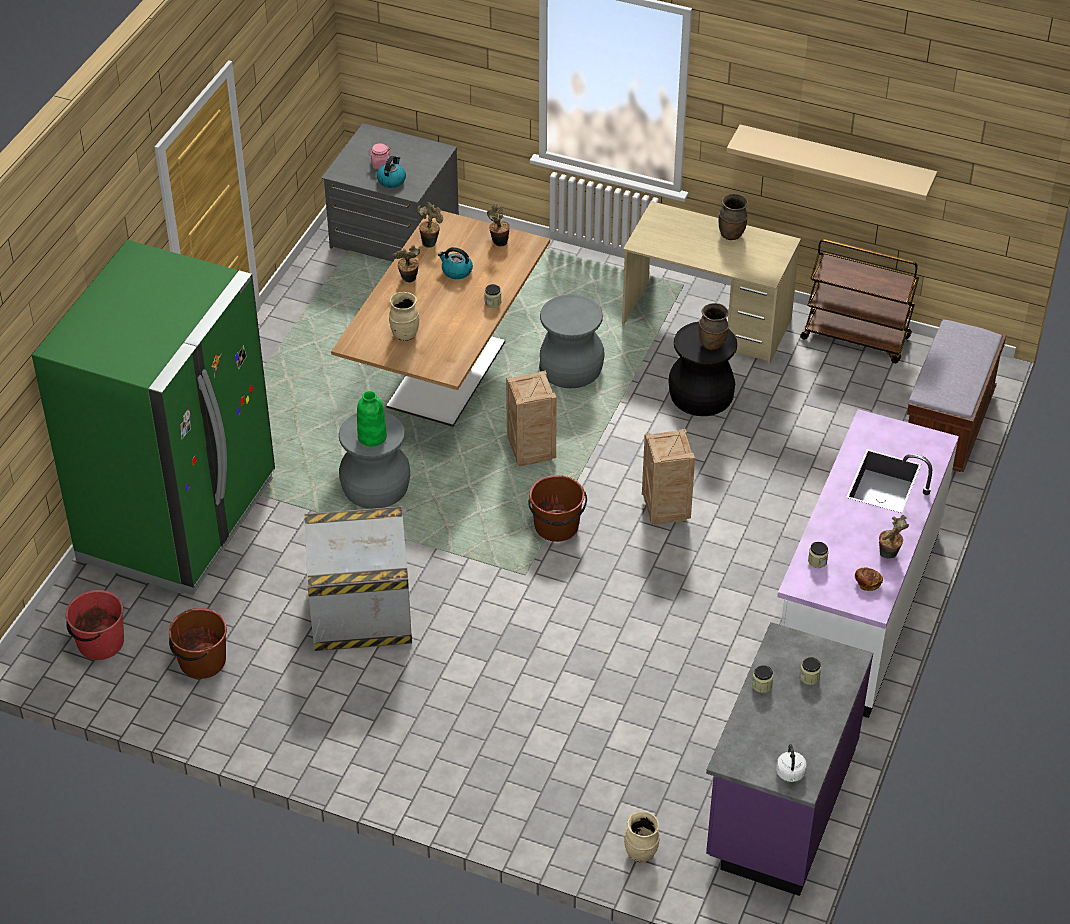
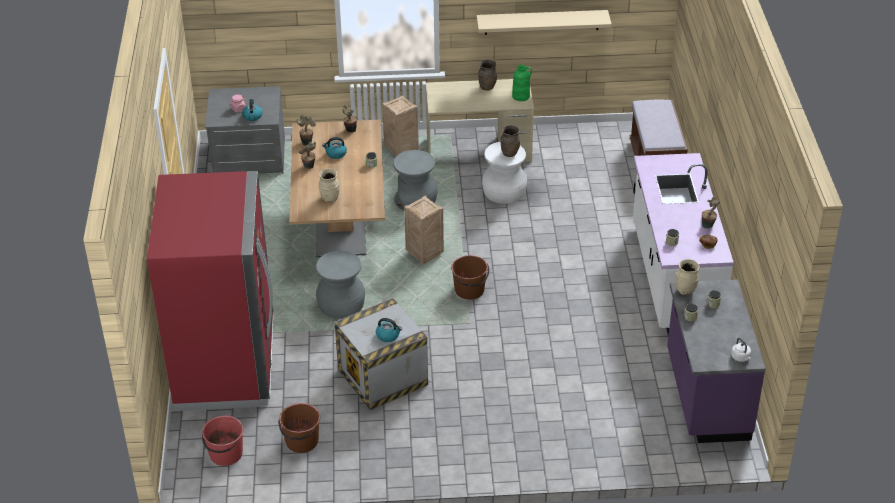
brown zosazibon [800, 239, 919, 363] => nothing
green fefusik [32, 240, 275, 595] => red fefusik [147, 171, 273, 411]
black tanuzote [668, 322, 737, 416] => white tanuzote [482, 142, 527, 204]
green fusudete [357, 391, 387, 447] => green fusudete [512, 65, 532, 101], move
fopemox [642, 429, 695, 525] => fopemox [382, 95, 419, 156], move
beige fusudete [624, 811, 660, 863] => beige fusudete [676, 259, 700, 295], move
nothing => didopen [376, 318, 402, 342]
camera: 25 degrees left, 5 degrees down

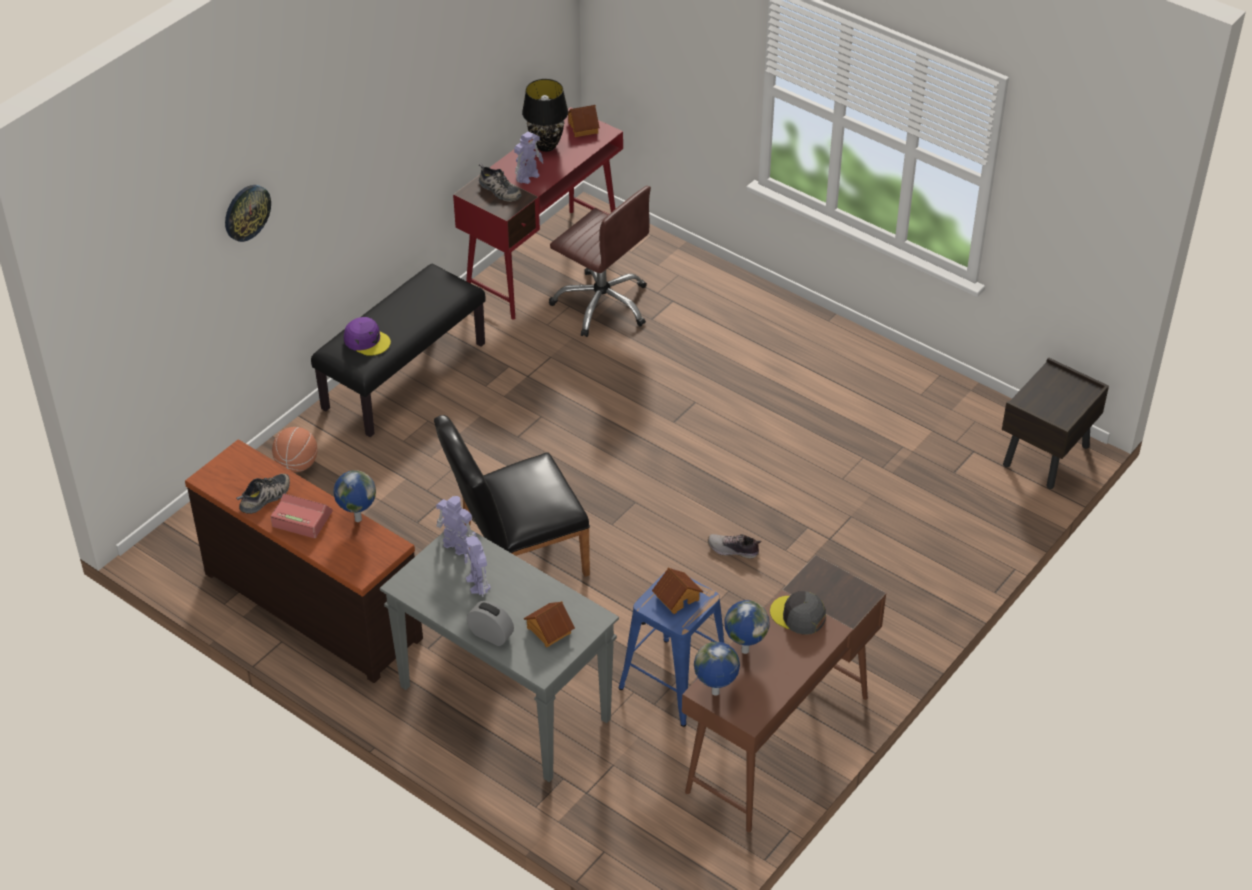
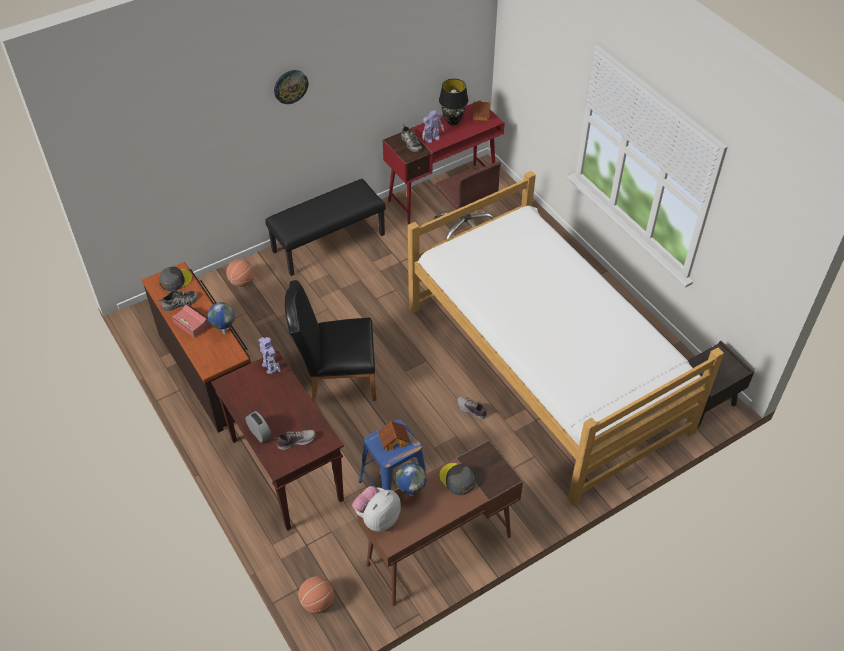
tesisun [225, 185, 271, 242] => tesisun [274, 70, 308, 104], move
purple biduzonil [344, 317, 391, 356] => nothing
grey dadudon [380, 530, 619, 782] => brown dadudon [211, 351, 344, 531]
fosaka [464, 536, 491, 597] => nothing
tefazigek [524, 601, 575, 648] => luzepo [274, 430, 316, 450]
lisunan [694, 642, 740, 696] => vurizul [352, 486, 401, 532]
nothing => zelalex [408, 171, 724, 505]
nothing => grey biduzonil [159, 267, 192, 292]
nothing => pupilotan [298, 576, 334, 613]
camera: 20 degrees right, 5 degrees up

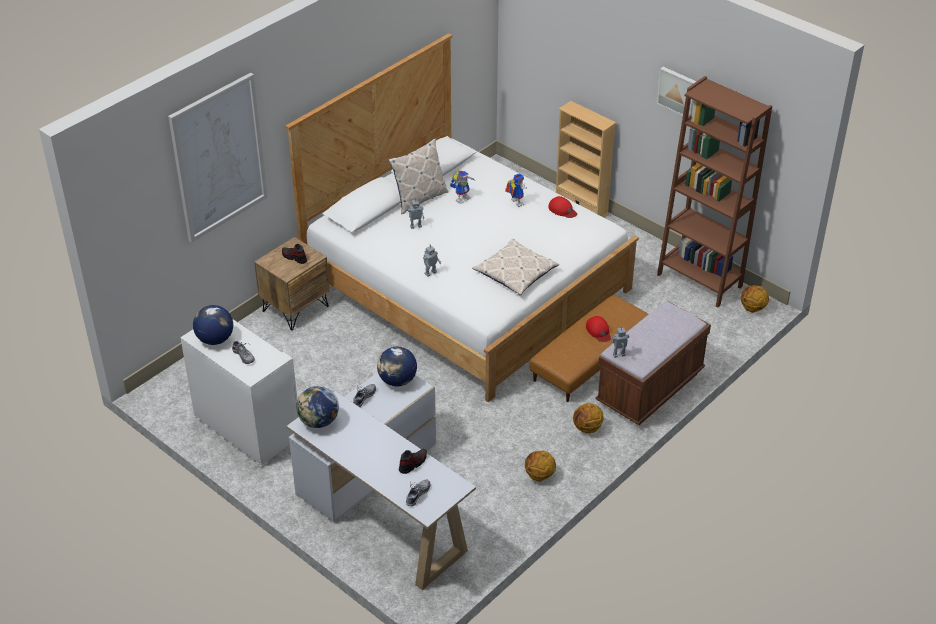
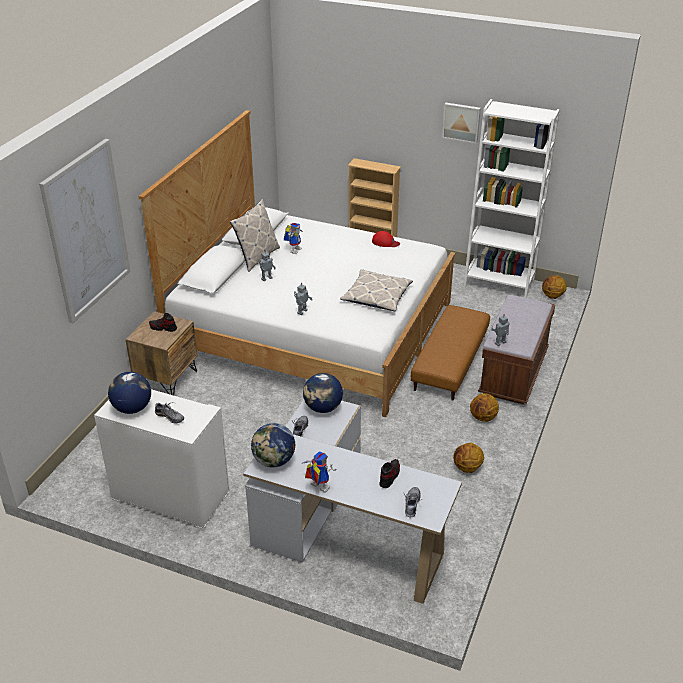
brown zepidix [657, 76, 772, 308] => white zepidix [463, 99, 560, 298]
fosaka [505, 173, 527, 207] => fosaka [301, 451, 336, 493], move
red biduzonil [586, 316, 611, 342] => nothing
camera: 20 degrees left, 5 degrees down

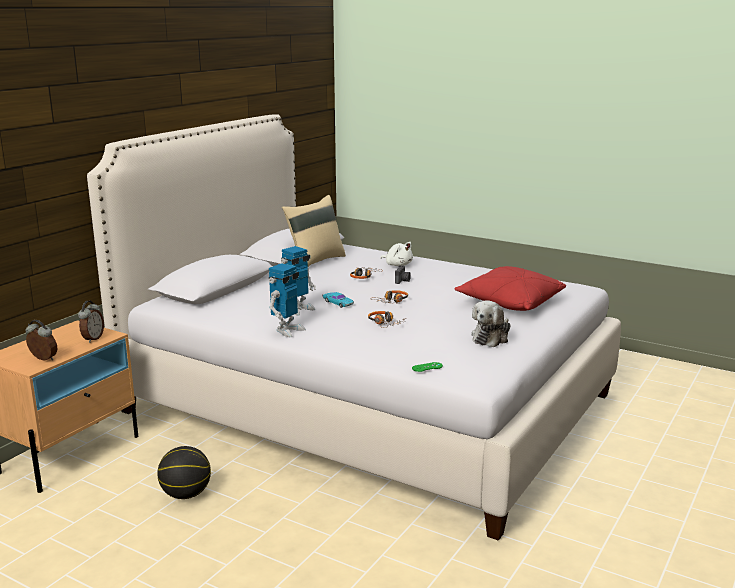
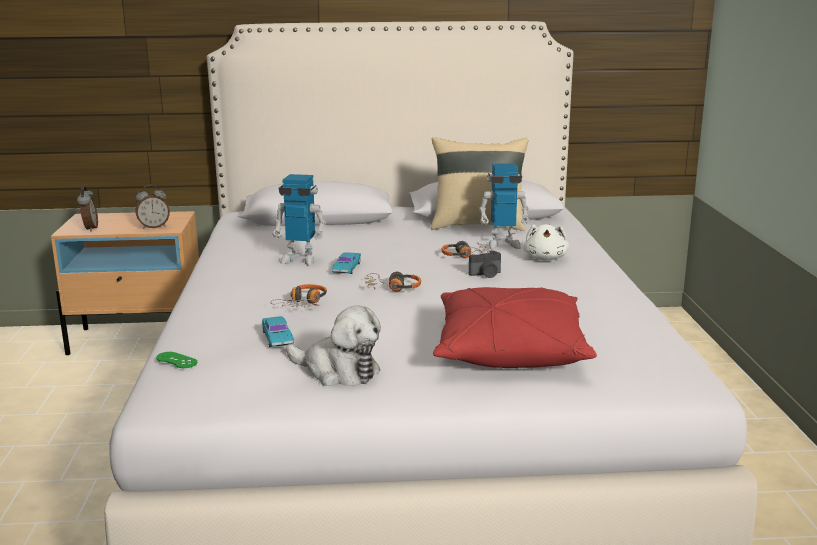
fosaka [269, 263, 306, 337] => fosaka [479, 163, 530, 249], move
vurizul [471, 300, 511, 347] => vurizul [286, 305, 381, 386], 150 degrees counterclockwise
pupilotan [157, 446, 211, 499] => nothing
nothing => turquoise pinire [262, 316, 294, 347]
camera: 55 degrees right, 0 degrees up

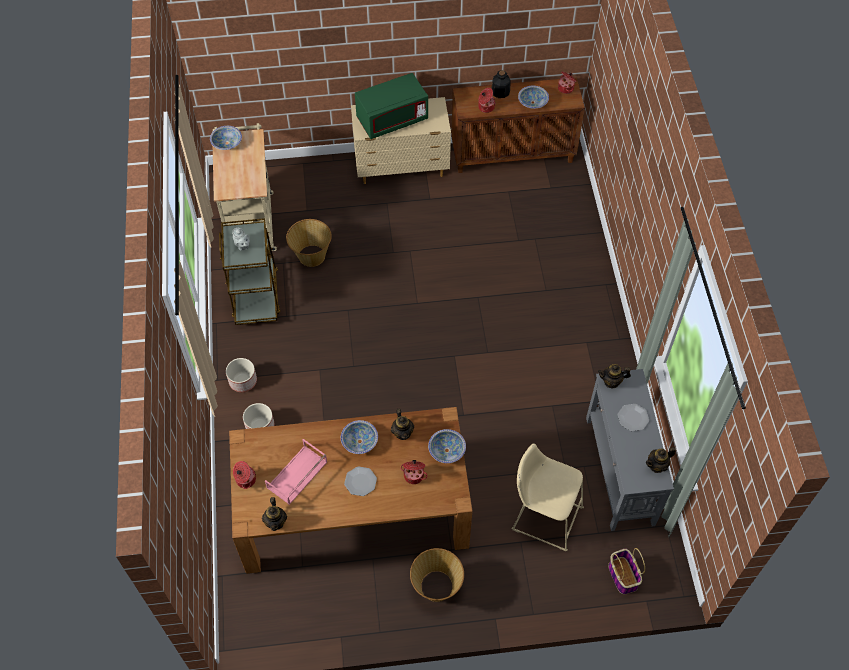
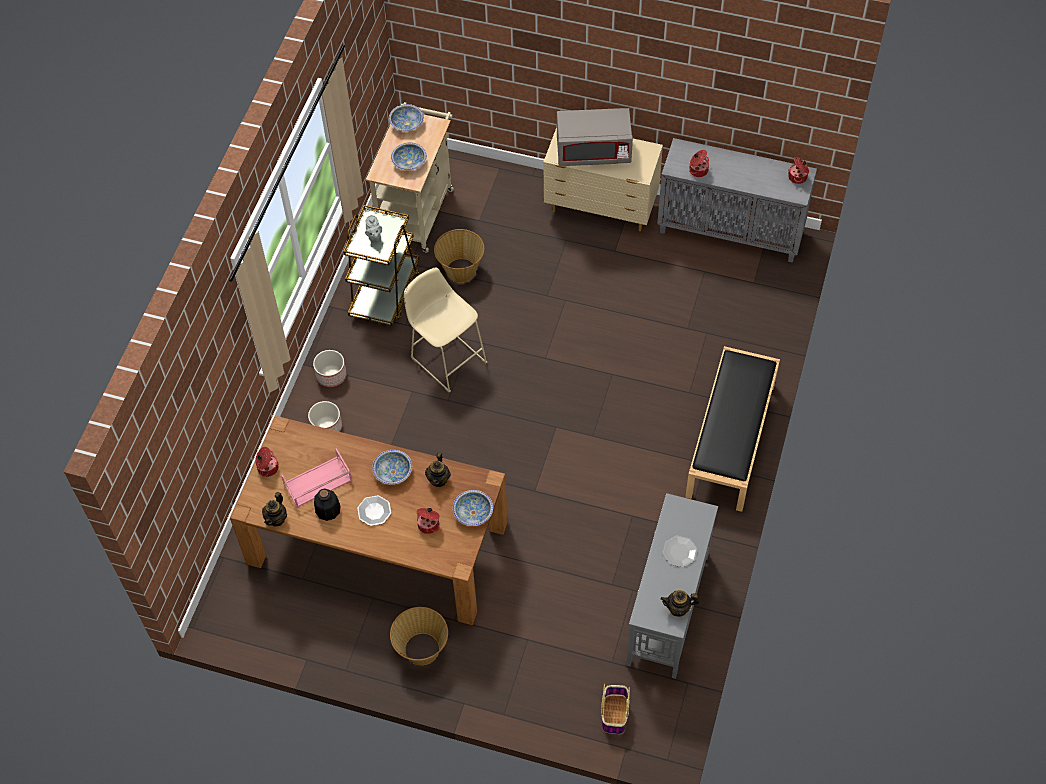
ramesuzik [491, 70, 510, 98] => ramesuzik [314, 488, 340, 521], move
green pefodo [355, 73, 428, 139] => grey pefodo [557, 108, 633, 166]
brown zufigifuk [451, 78, 585, 173] => grey zufigifuk [657, 138, 817, 263]
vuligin [518, 86, 549, 109] => vuligin [391, 142, 427, 170], move
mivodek [598, 364, 631, 388] => nothing
beige tanuzote [512, 444, 584, 551] => beige tanuzote [404, 267, 487, 392], move
nothing => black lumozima [685, 346, 780, 512]
camera: 25 degrees right, 0 degrees up

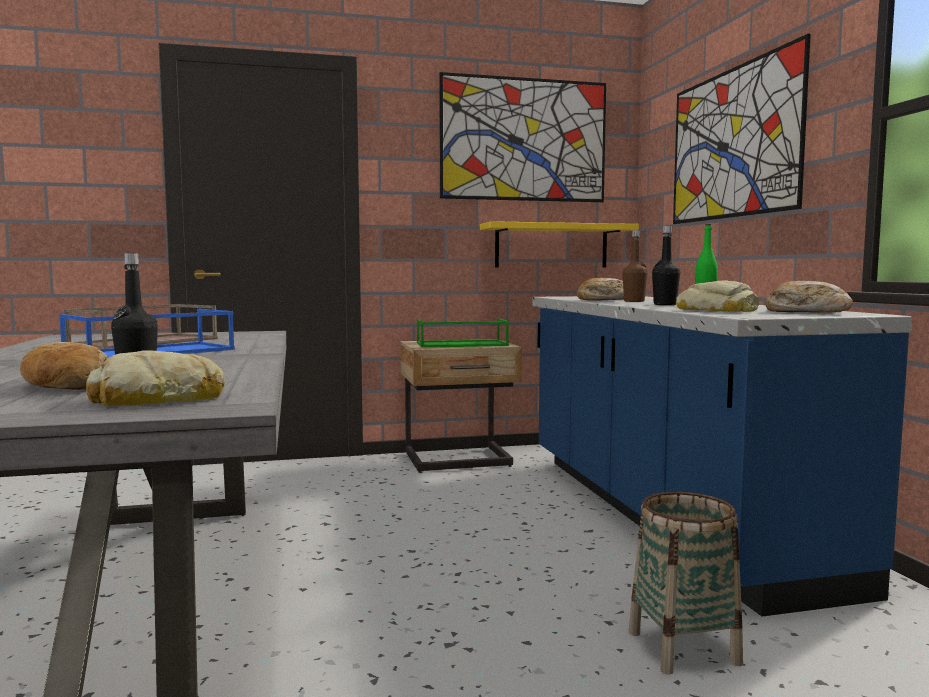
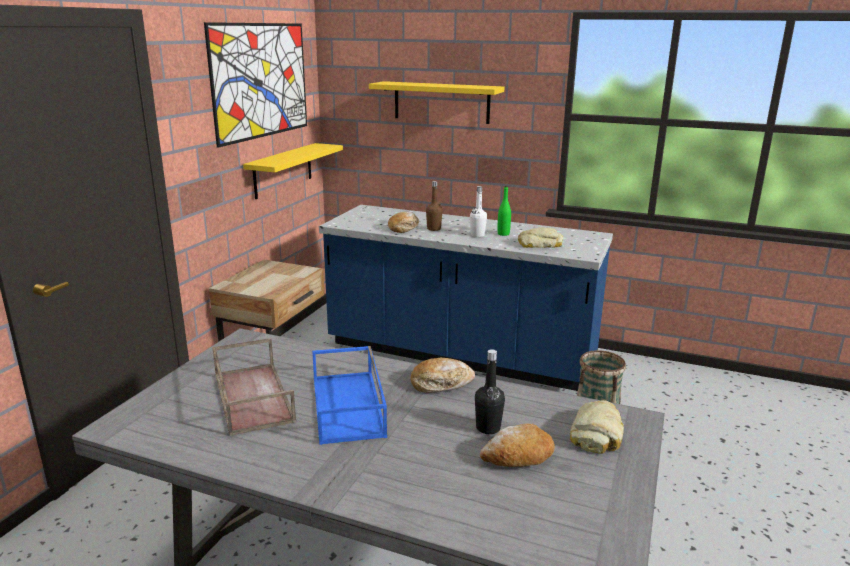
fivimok [673, 34, 811, 224] => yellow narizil [369, 81, 505, 124]
black ramesuzik [652, 226, 680, 305] => white ramesuzik [470, 186, 487, 237]
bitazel [765, 281, 853, 313] => bitazel [410, 358, 475, 393], move
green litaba [417, 318, 509, 348] => nothing
camera: 55 degrees left, 15 degrees up

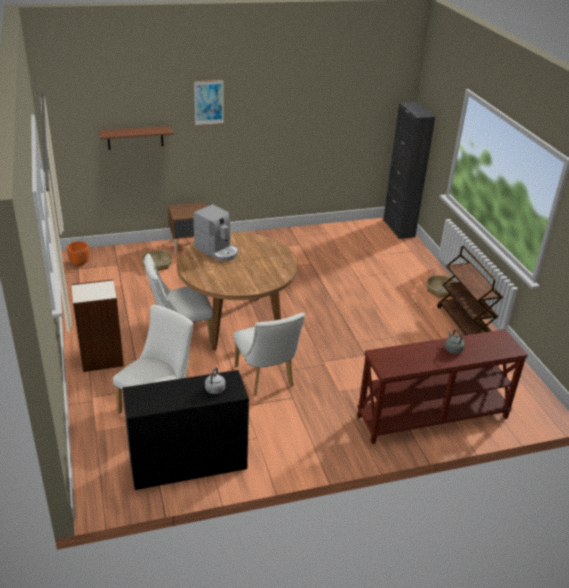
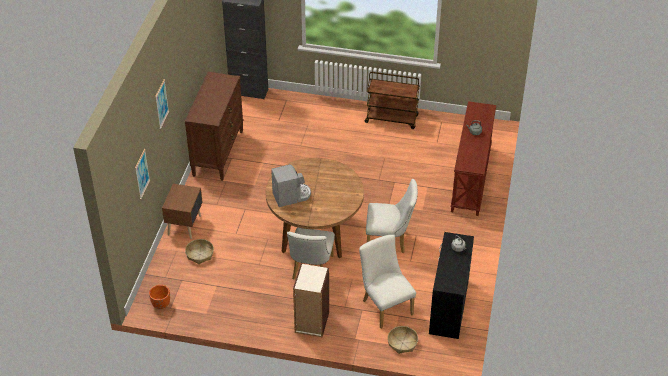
brown narizil [99, 126, 173, 150] => fivimok [135, 149, 150, 199]
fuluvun [427, 275, 456, 298] => fuluvun [388, 326, 418, 354], move
nothing => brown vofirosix [185, 72, 243, 181]
camera: 60 degrees left, 10 degrees up

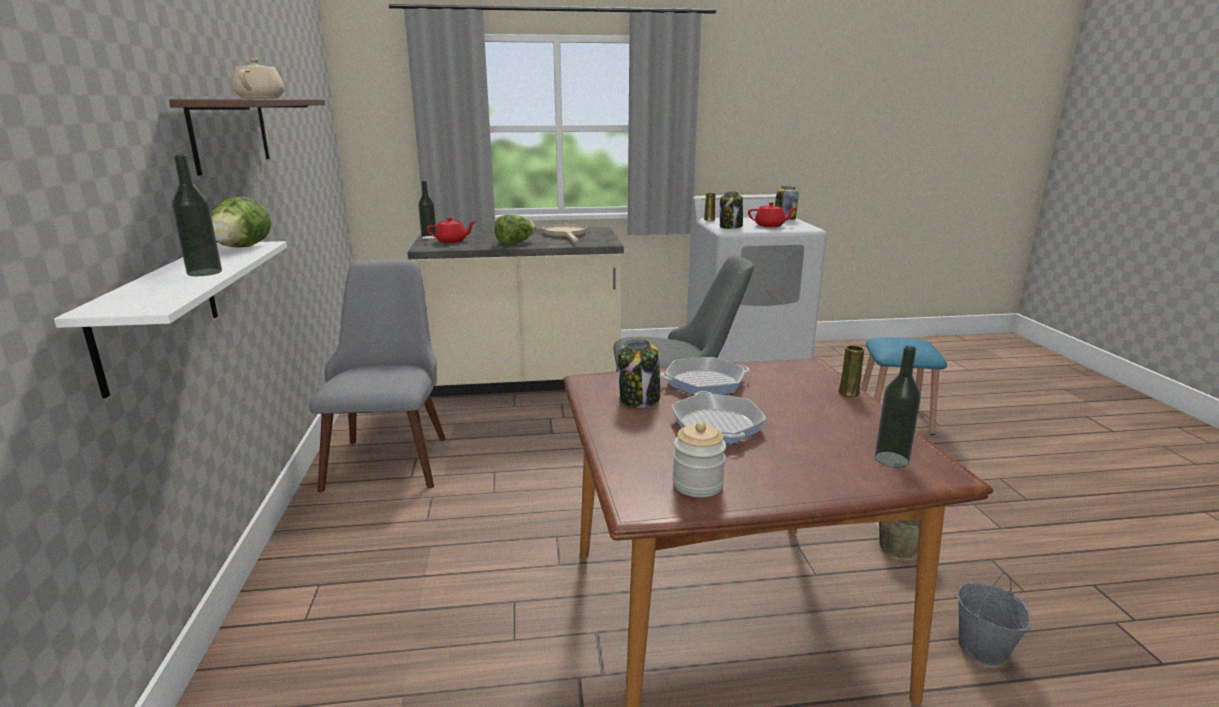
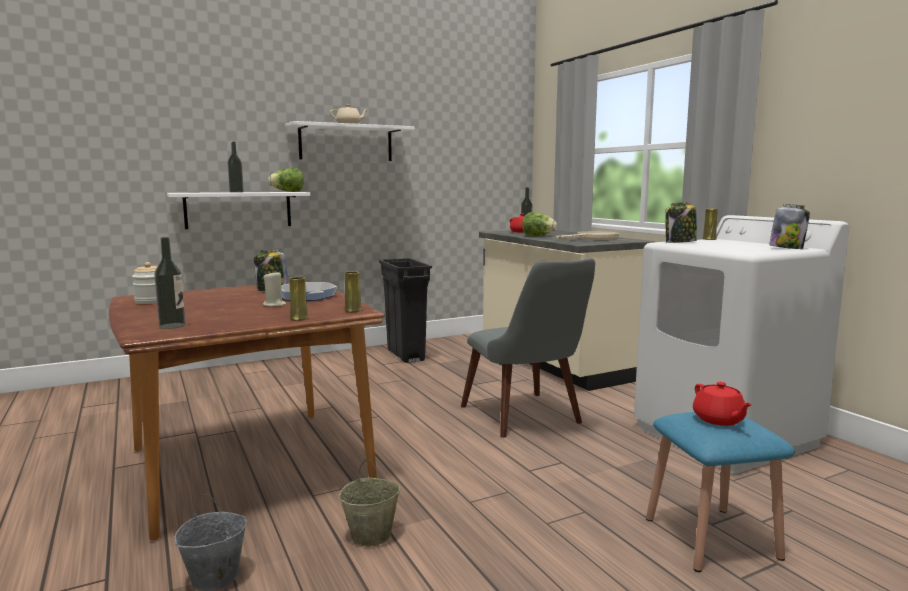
brown narizil [169, 99, 325, 176] => white narizil [285, 121, 415, 161]
red mivodek [748, 202, 796, 227] => red mivodek [693, 382, 752, 426], move
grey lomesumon [310, 259, 446, 492] => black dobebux [379, 258, 432, 363]
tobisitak [671, 391, 767, 444] => nothing
nothing => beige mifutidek [263, 271, 286, 307]
nothing => yellow fusudete [345, 271, 361, 312]
camera: 70 degrees right, 10 degrees down

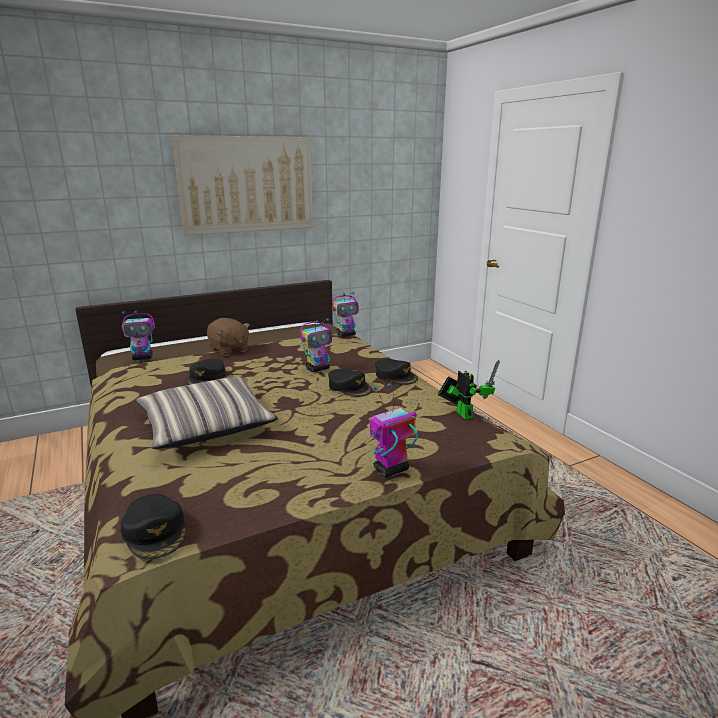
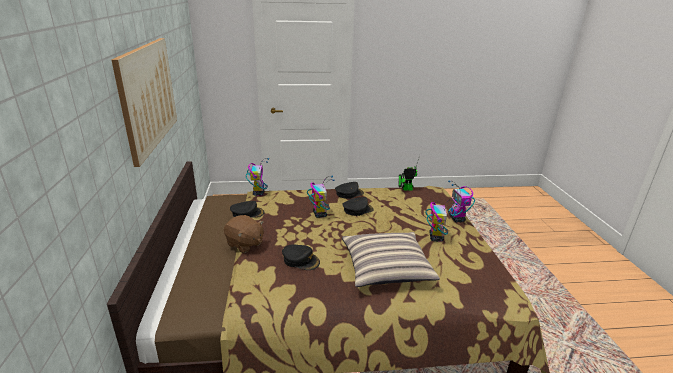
fosaka [122, 310, 155, 360] => fosaka [425, 198, 457, 242], move
brown vurizul [207, 318, 250, 356] => brown vurizul [224, 215, 264, 253], 60 degrees clockwise
black biduzonil [121, 494, 186, 559] => black biduzonil [230, 201, 265, 218], move
camera: 70 degrees left, 5 degrees up

